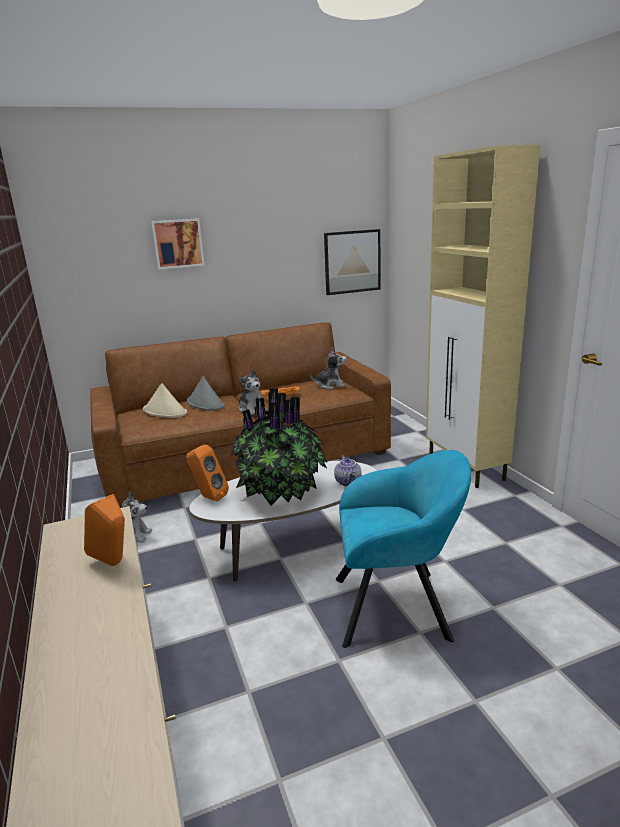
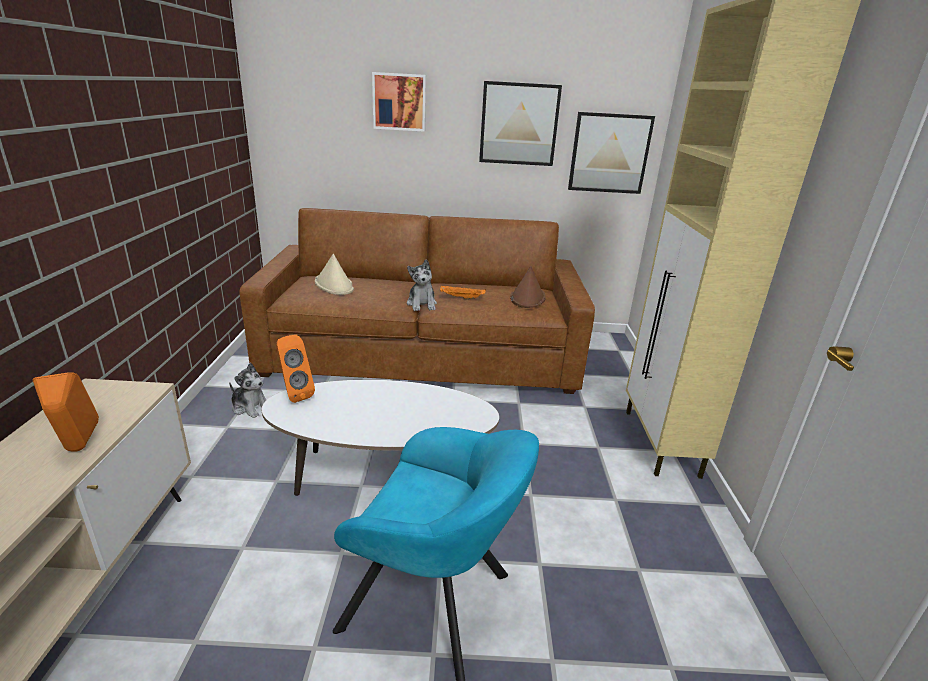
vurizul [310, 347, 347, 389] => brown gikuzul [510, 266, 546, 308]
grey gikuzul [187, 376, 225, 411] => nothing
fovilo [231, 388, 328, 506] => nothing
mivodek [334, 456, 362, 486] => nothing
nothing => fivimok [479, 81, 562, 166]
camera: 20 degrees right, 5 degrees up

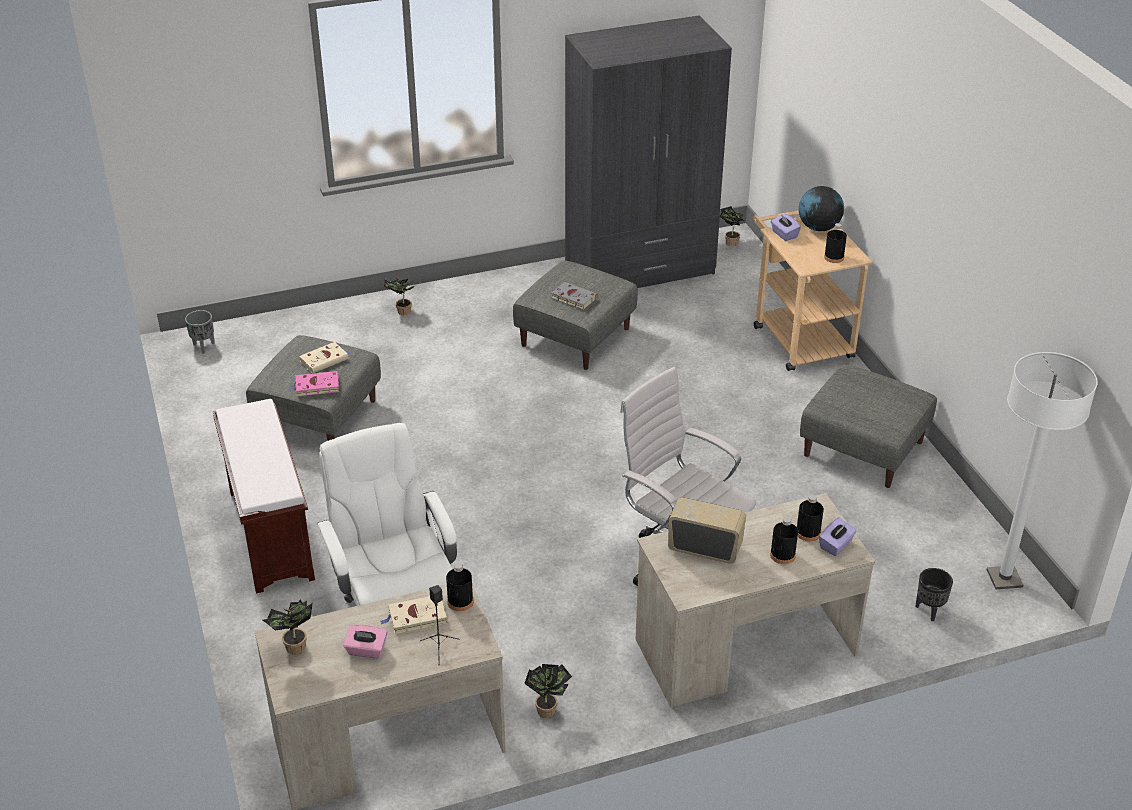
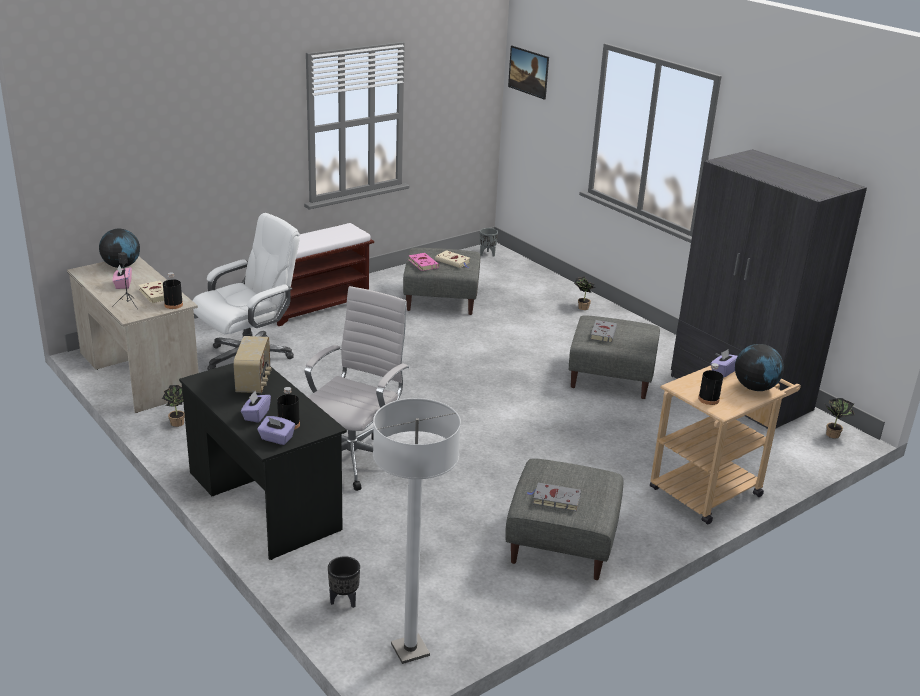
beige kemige [635, 493, 875, 707] => black kemige [179, 363, 347, 560]
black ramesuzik [770, 517, 798, 564] => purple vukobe [241, 390, 271, 423]
fovilo [263, 599, 313, 655] => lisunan [99, 229, 140, 268]
nothing => fivimok [508, 46, 549, 100]
nothing => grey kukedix [527, 483, 581, 511]
camera: 70 degrees right, 10 degrees down

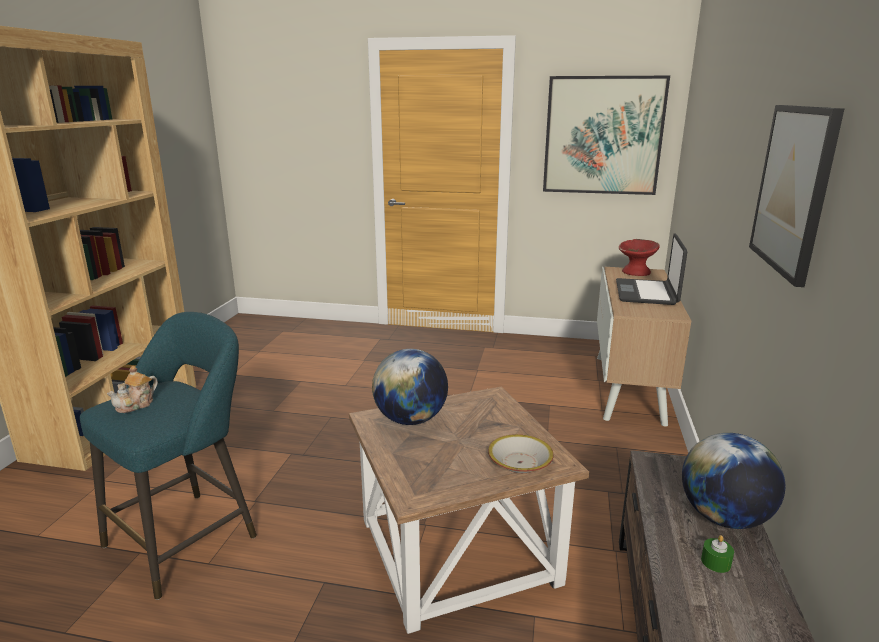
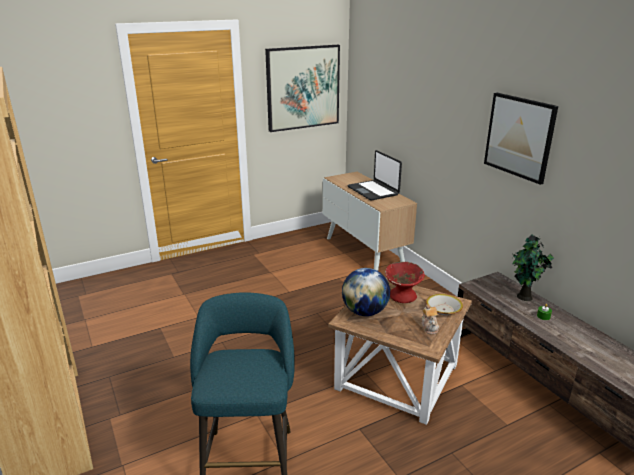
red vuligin [619, 239, 660, 276] => red vuligin [385, 262, 425, 303], move
mivodek [107, 366, 158, 413] => mivodek [421, 304, 439, 334], move
lisunan [682, 433, 785, 529] => fovilo [512, 234, 554, 301]
camera: 40 degrees left, 5 degrees up

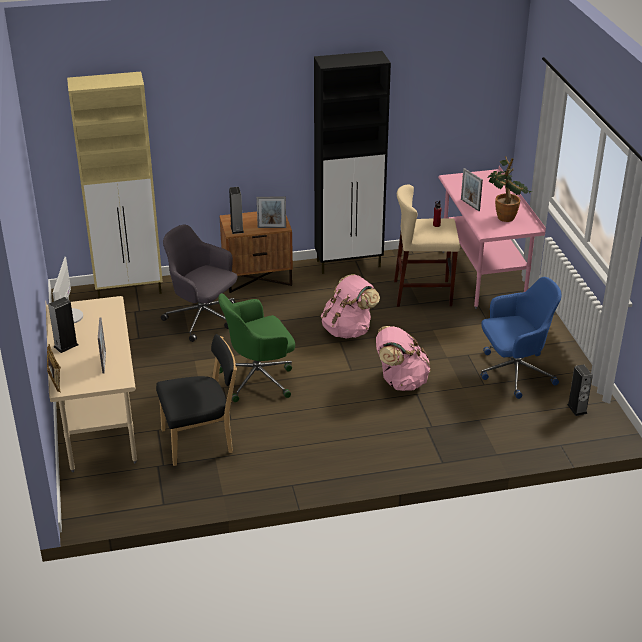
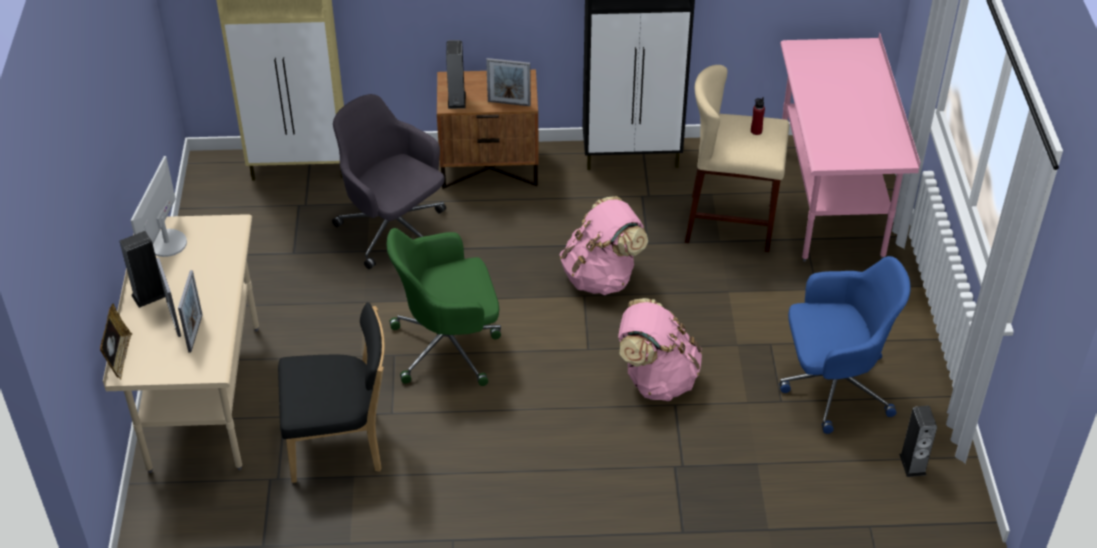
fovilo [487, 156, 532, 222] => nothing
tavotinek [461, 168, 483, 211] => tavotinek [156, 258, 181, 337], move
camera: 10 degrees right, 10 degrees up

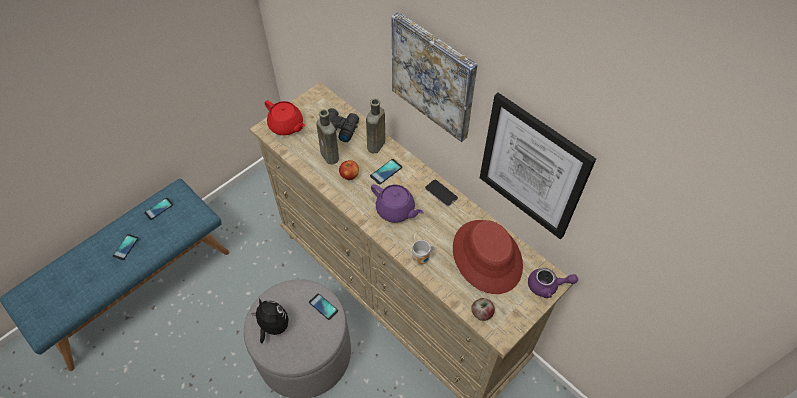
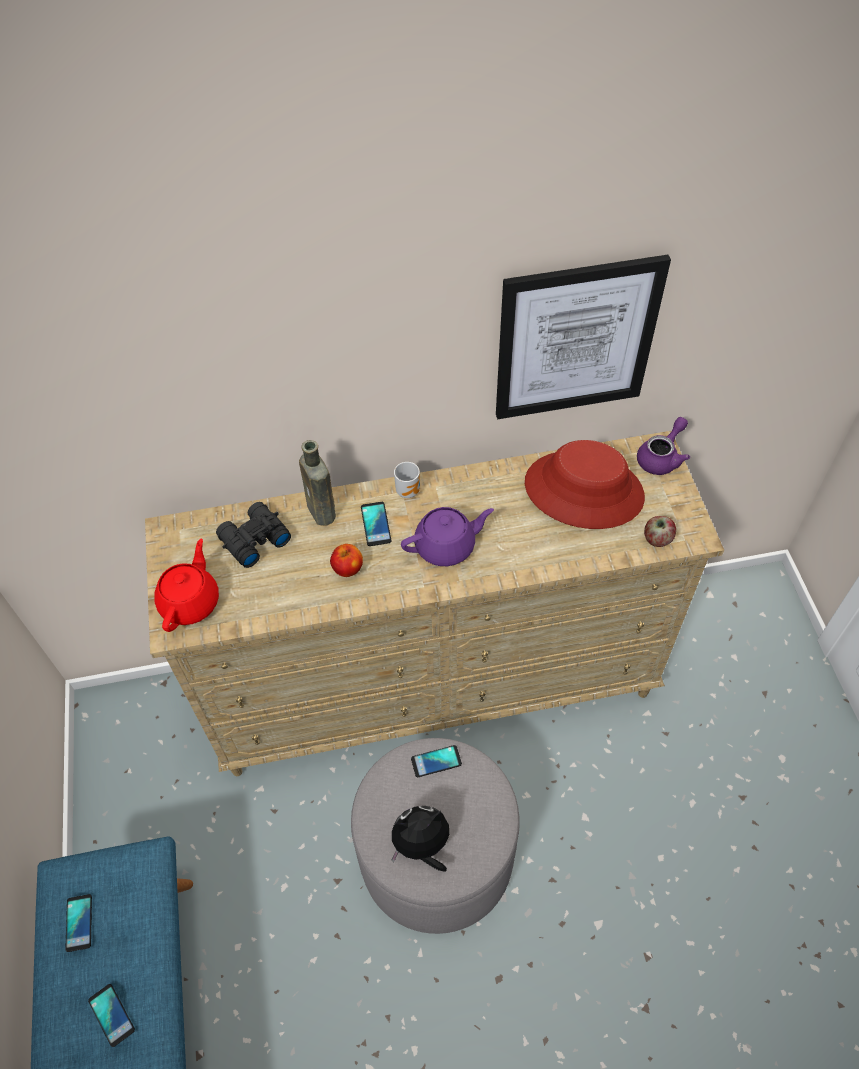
fivimok [392, 12, 478, 142] => nothing
red mivodek [265, 100, 305, 135] => red mivodek [154, 538, 219, 632], 60 degrees counterclockwise
brown ramesuzik [316, 109, 339, 164] => nothing
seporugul [425, 179, 458, 207] => nothing
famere [412, 240, 434, 265] => famere [394, 462, 420, 498], move
camera: 55 degrees left, 0 degrees up

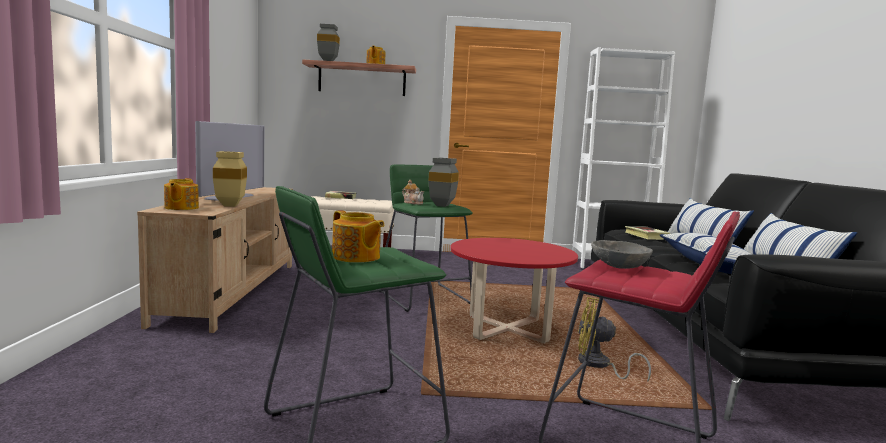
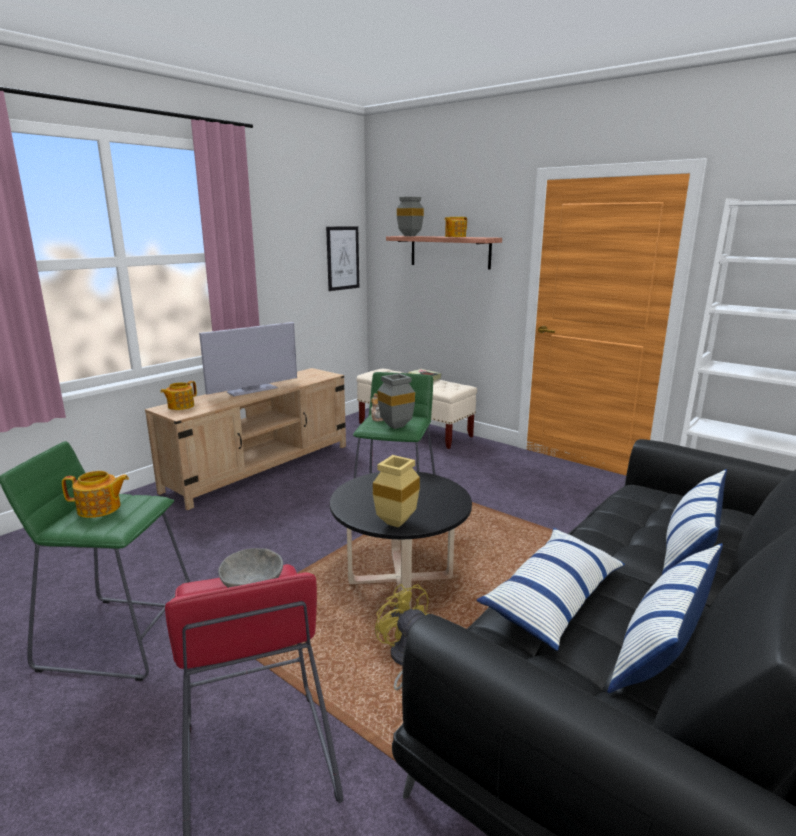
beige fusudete [213, 151, 247, 207] => beige fusudete [373, 455, 420, 528], move
mivodek [332, 210, 384, 263] => mivodek [62, 471, 129, 518], 90 degrees counterclockwise
kukedix [625, 226, 670, 240] => nothing
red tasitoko [450, 238, 578, 343] => black tasitoko [330, 471, 472, 609]
nothing => fivimok [326, 226, 359, 291]
camera: 40 degrees right, 10 degrees up

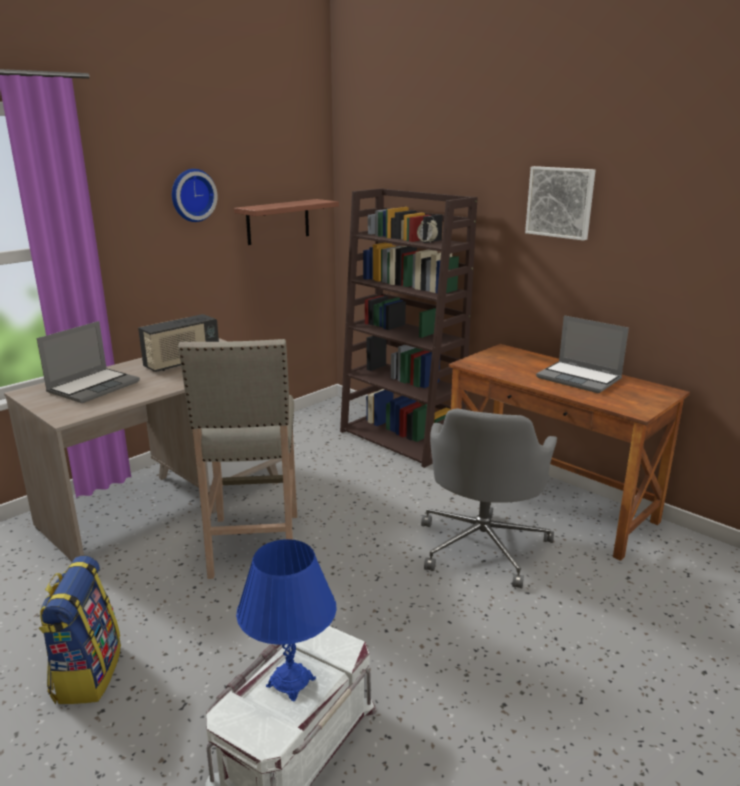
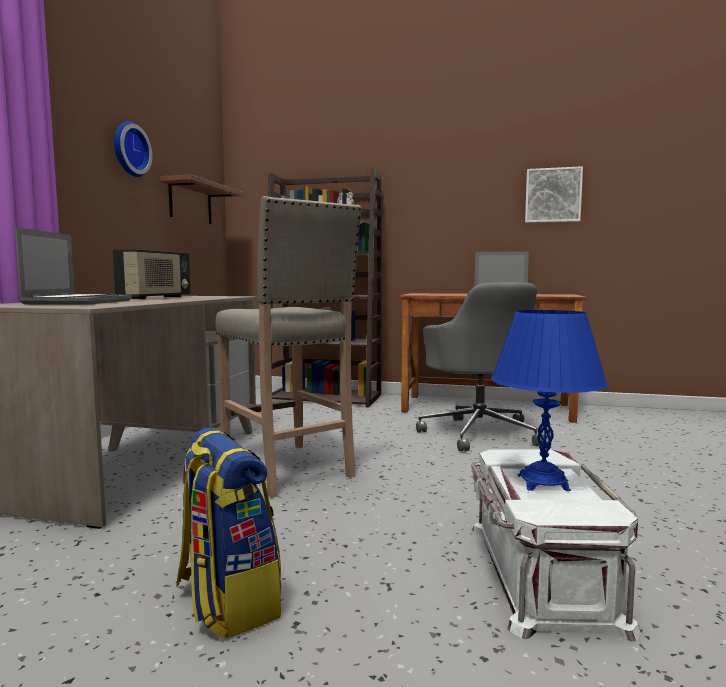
fivimok [525, 166, 596, 241] => fivimok [525, 166, 583, 223], move
camera: 30 degrees left, 15 degrees down

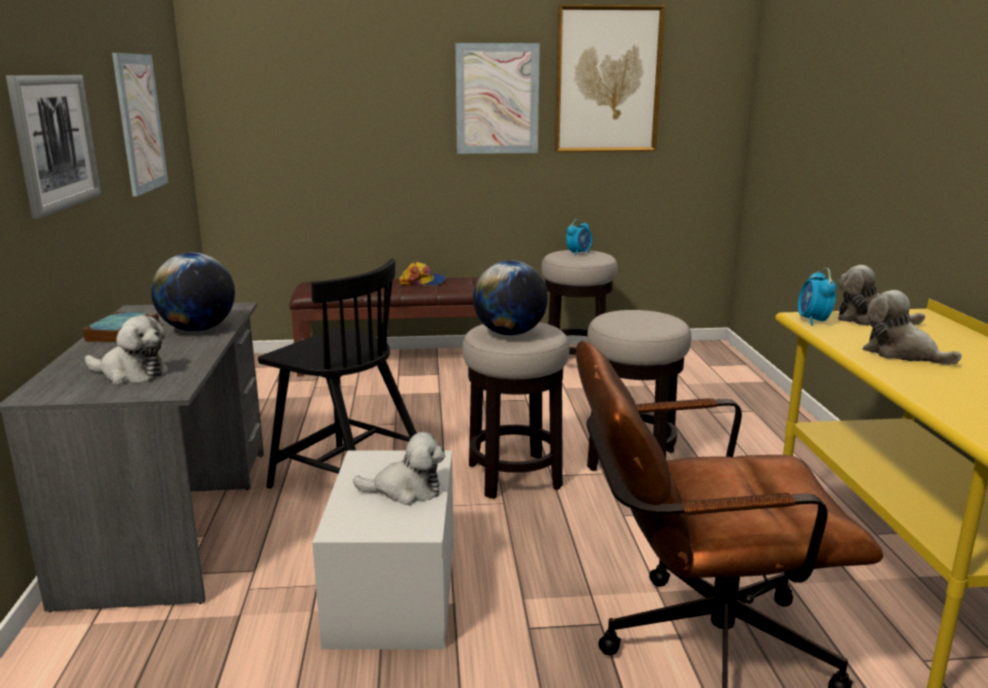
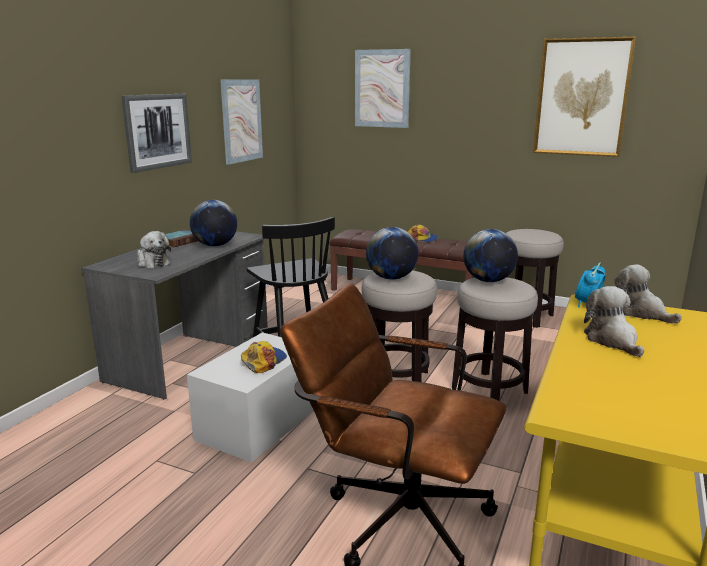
fivimok [455, 43, 540, 154] => fivimok [355, 49, 411, 128], move
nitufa [566, 219, 592, 256] => nothing
vurizul [353, 432, 445, 505] => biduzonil [241, 341, 287, 373]
nothing => lisunan [463, 229, 518, 282]
camera: 30 degrees right, 0 degrees up

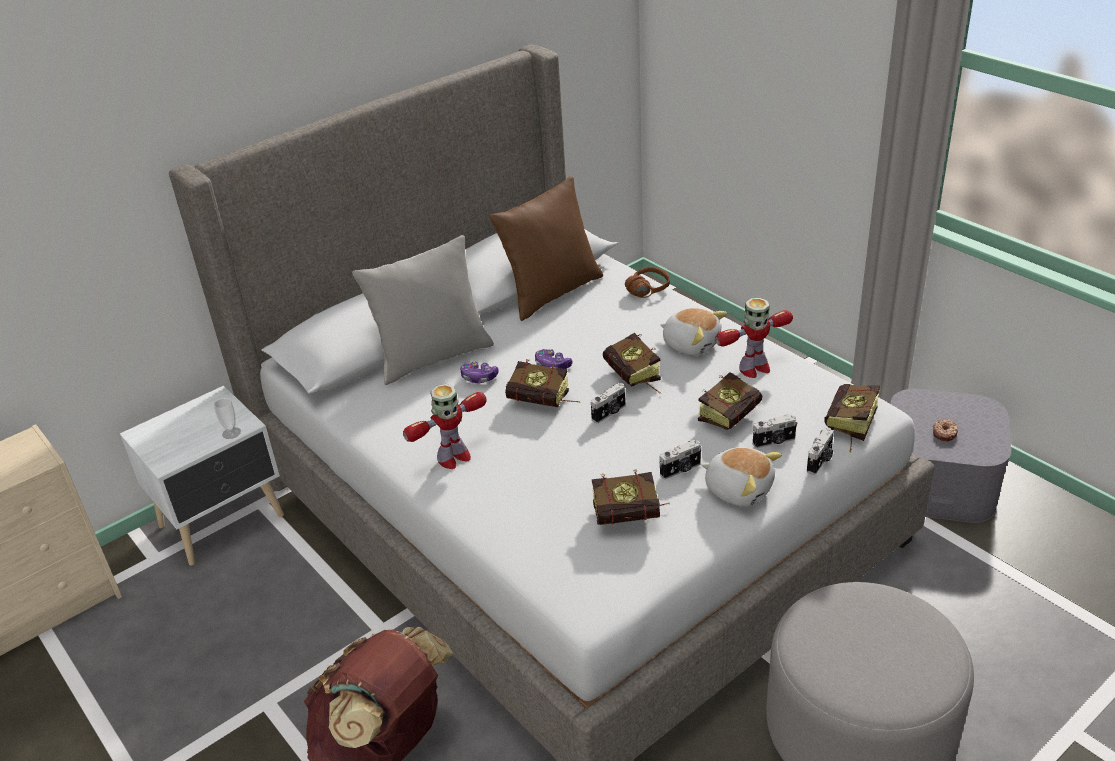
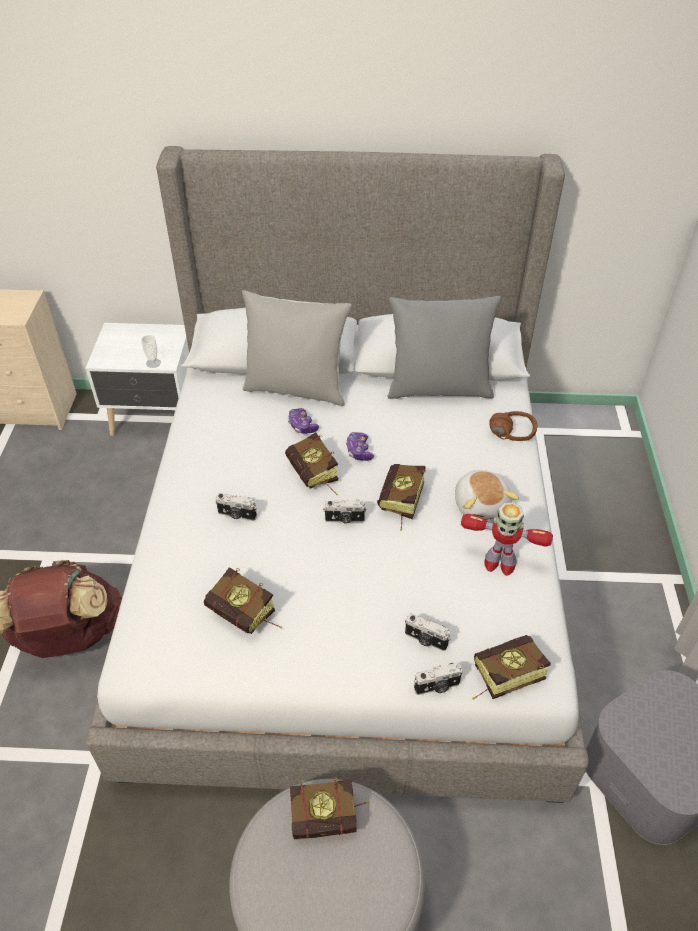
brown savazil [489, 176, 603, 321] => grey savazil [388, 296, 501, 399]
kukedix [698, 372, 762, 430] => kukedix [290, 777, 369, 840], move
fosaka [403, 384, 487, 469] => nothing
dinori [933, 419, 958, 441] => nothing
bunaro [659, 440, 701, 479] => bunaro [215, 493, 257, 521], move
vurizul [701, 447, 782, 507] => nothing
camera: 40 degrees right, 10 degrees up

